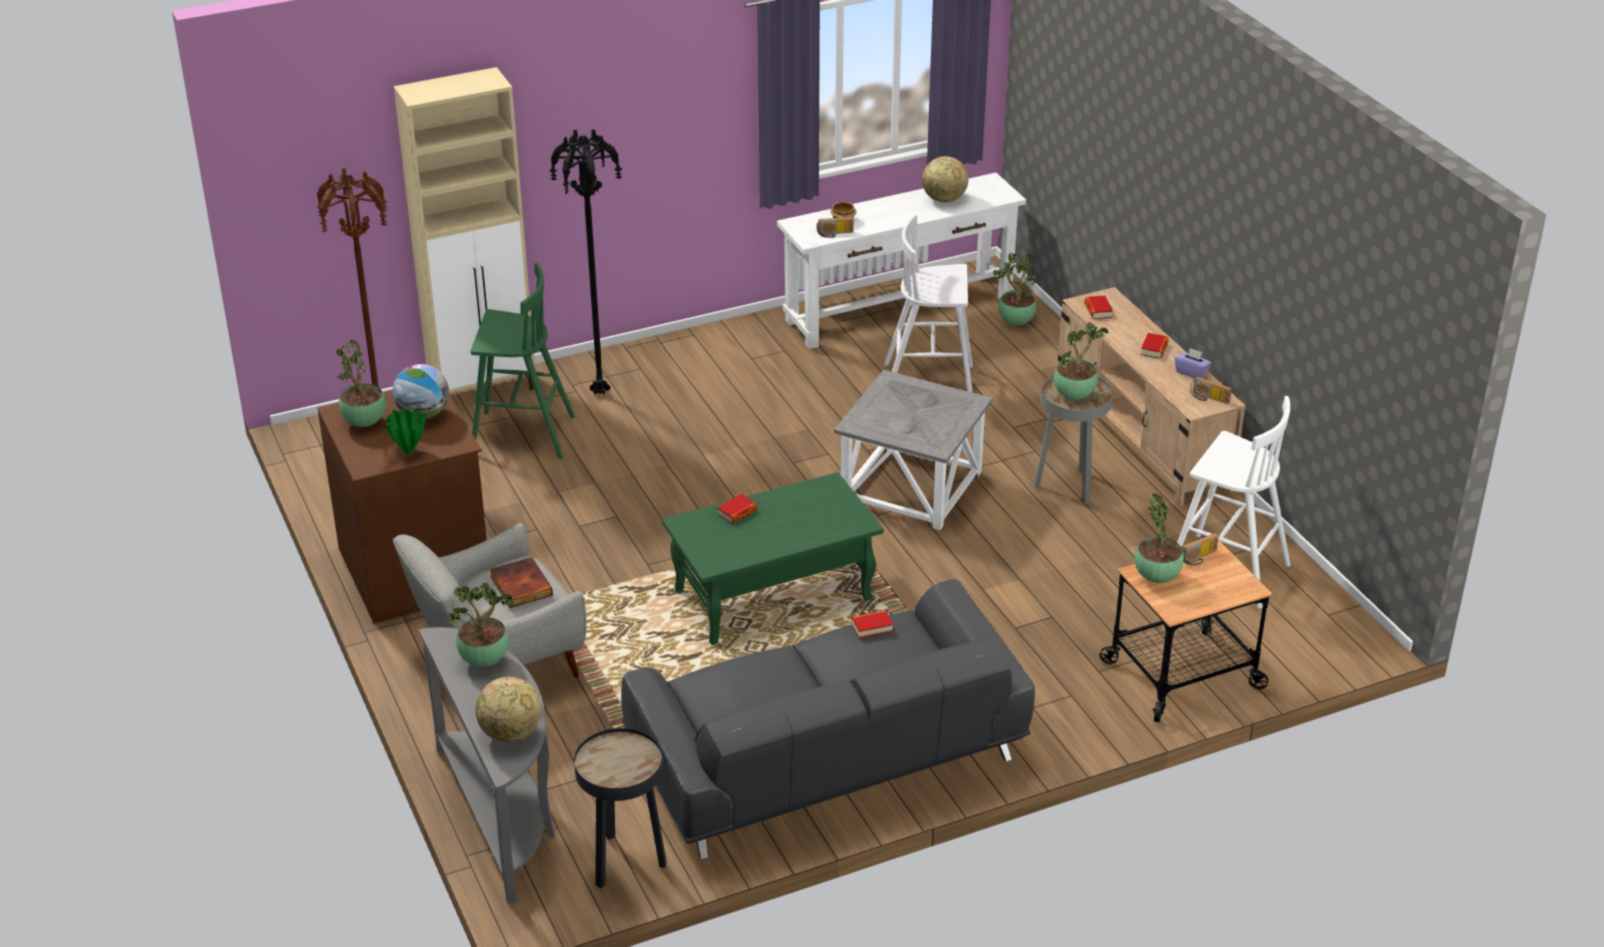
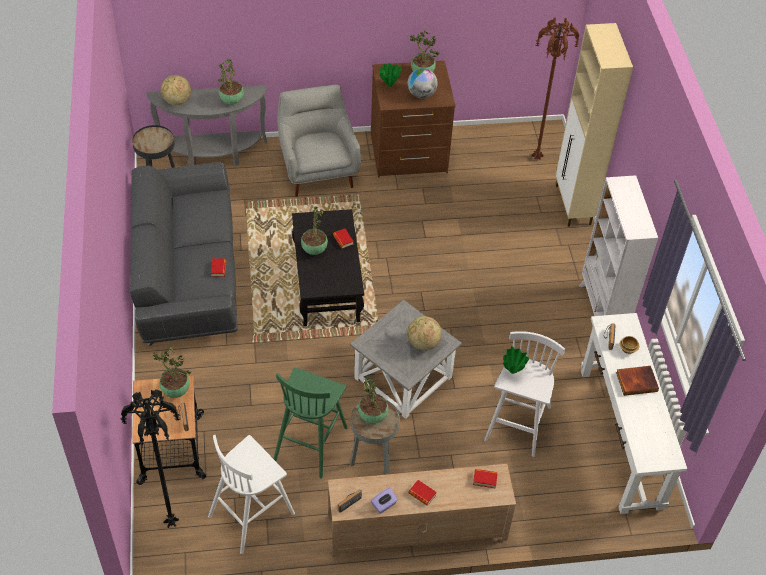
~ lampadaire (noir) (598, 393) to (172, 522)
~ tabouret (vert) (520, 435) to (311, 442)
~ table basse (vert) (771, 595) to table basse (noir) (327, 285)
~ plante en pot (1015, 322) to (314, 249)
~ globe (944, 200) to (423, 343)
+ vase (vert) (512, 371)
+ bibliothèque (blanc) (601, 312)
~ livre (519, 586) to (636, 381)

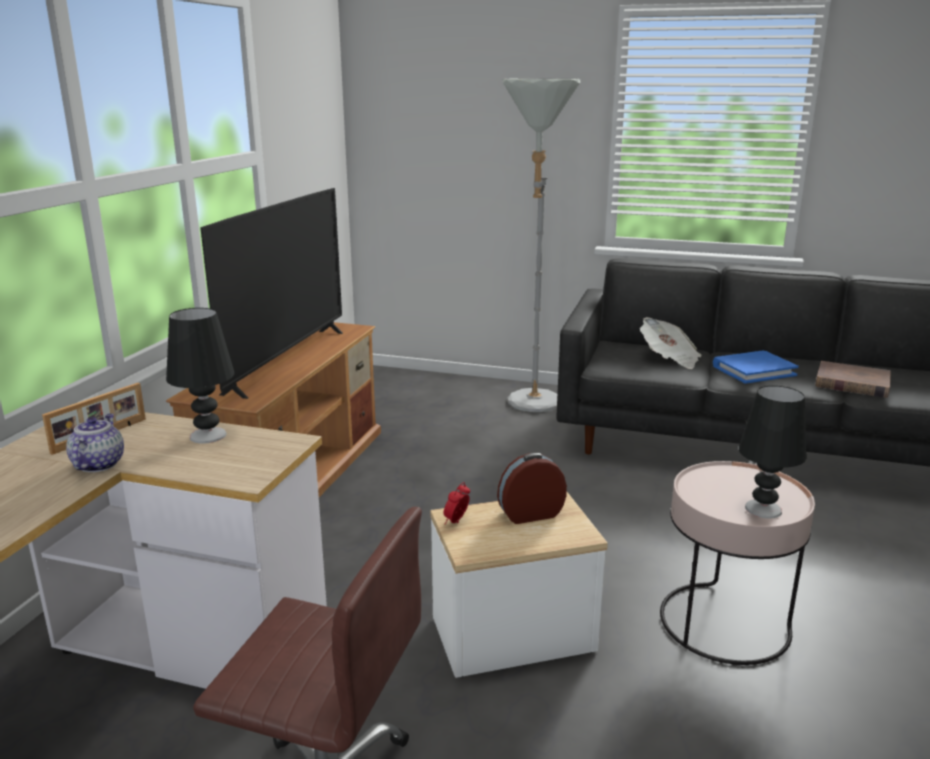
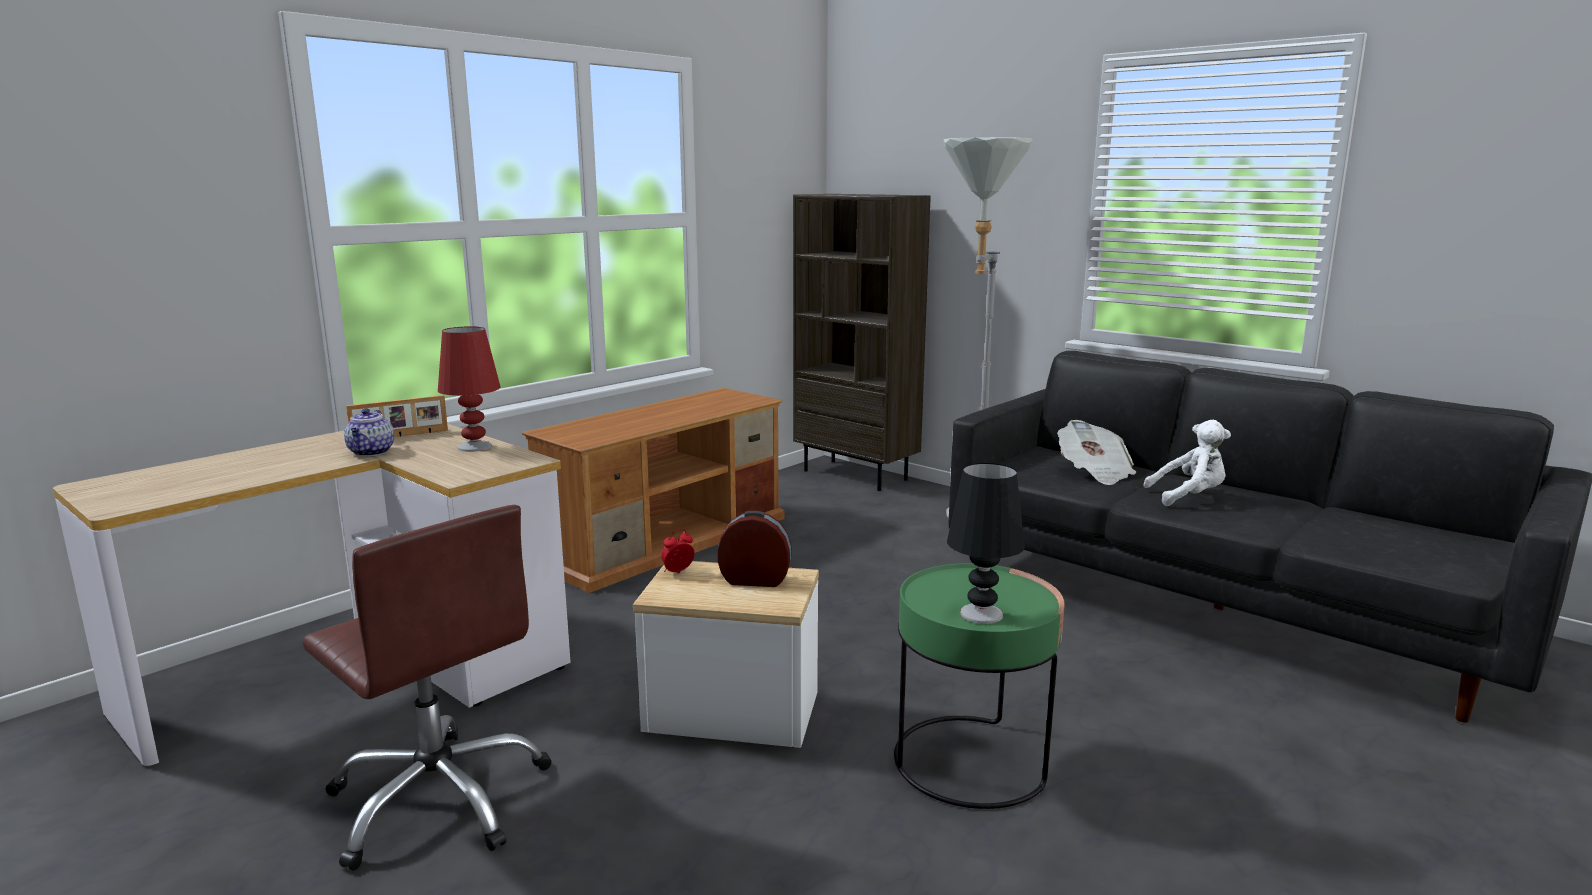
~ théière (98, 464) = (371, 452) 150 degrees clockwise
~ lampe de table (noir) (207, 435) to lampe de table (rouge) (474, 447)
+ bibliothèque (marron) (856, 475)
~ table d'appoint (rose) (723, 622) to table d'appoint (vert) (970, 760)
~ livre (bleu) (753, 370) to peluche (blanc) (1189, 497)
- téléviseur (287, 361)
- livre (marron) (852, 383)

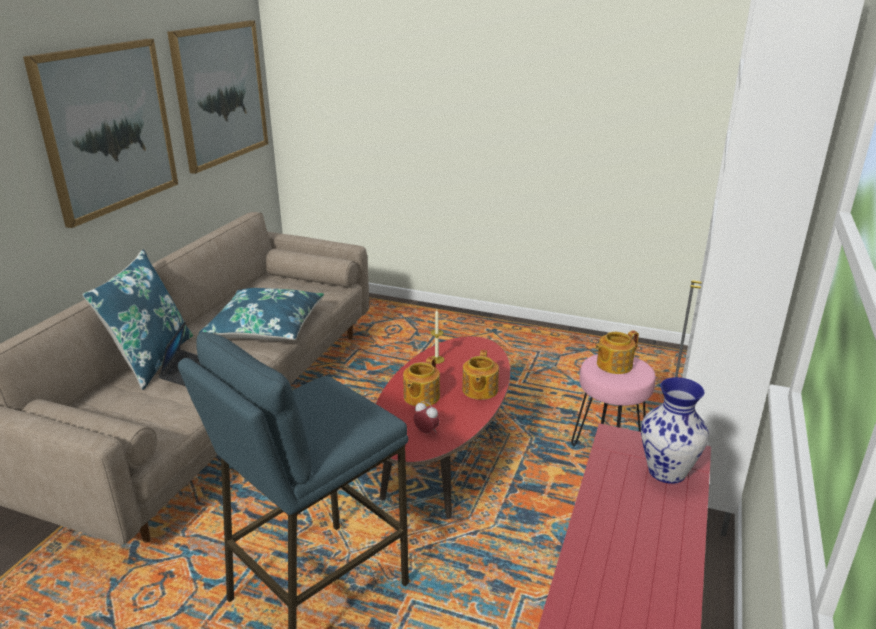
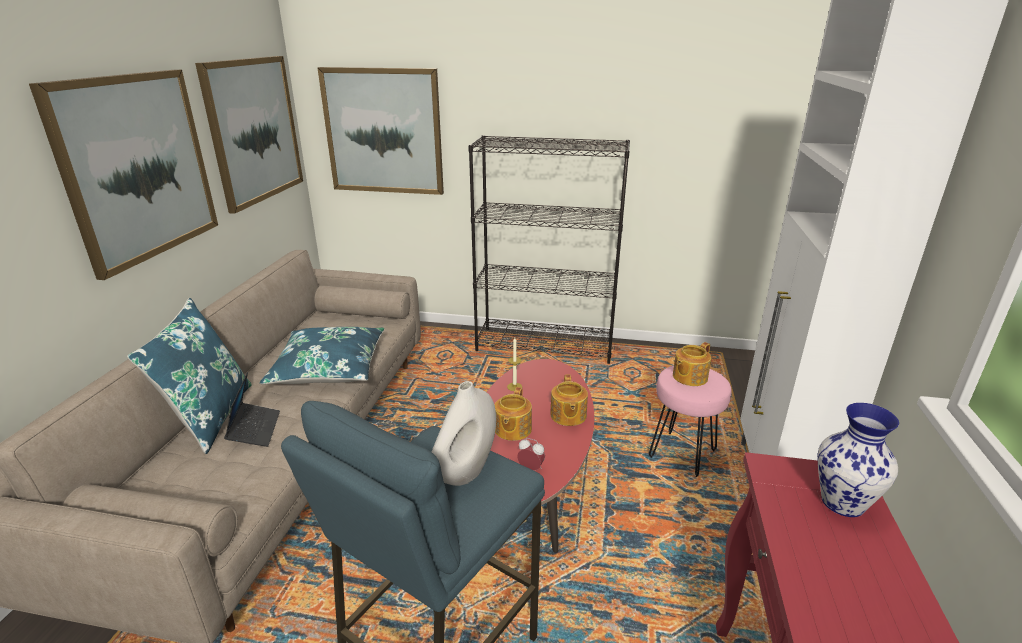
+ tableau (383, 132)
+ vase (blanc) (465, 472)
+ bibliothèque (noir) (545, 345)

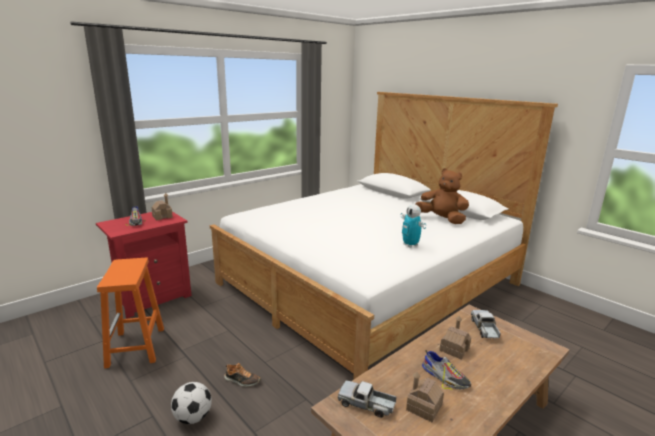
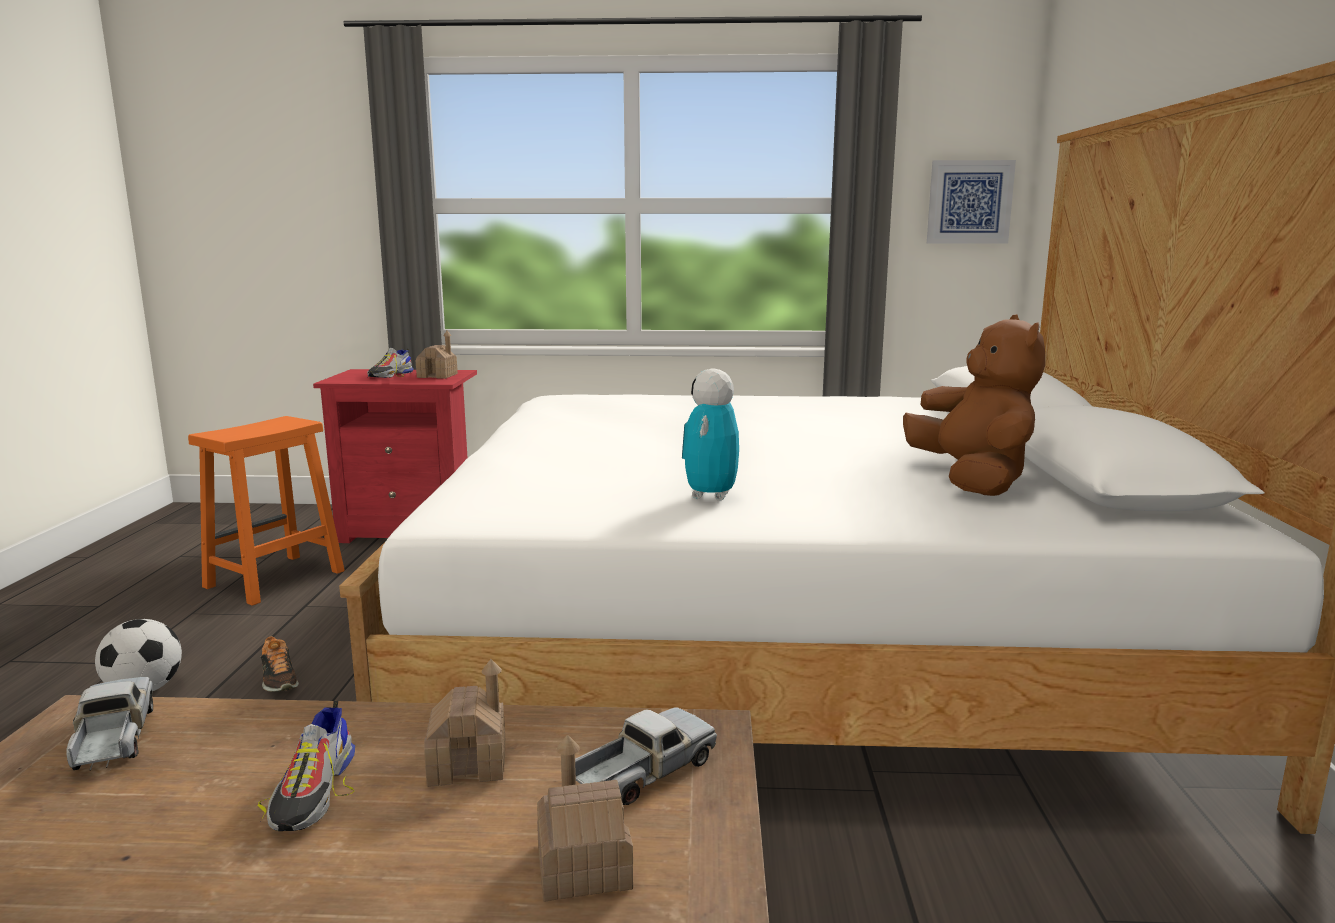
~ maison miniature (424, 407) to (583, 865)
+ tableau (969, 202)

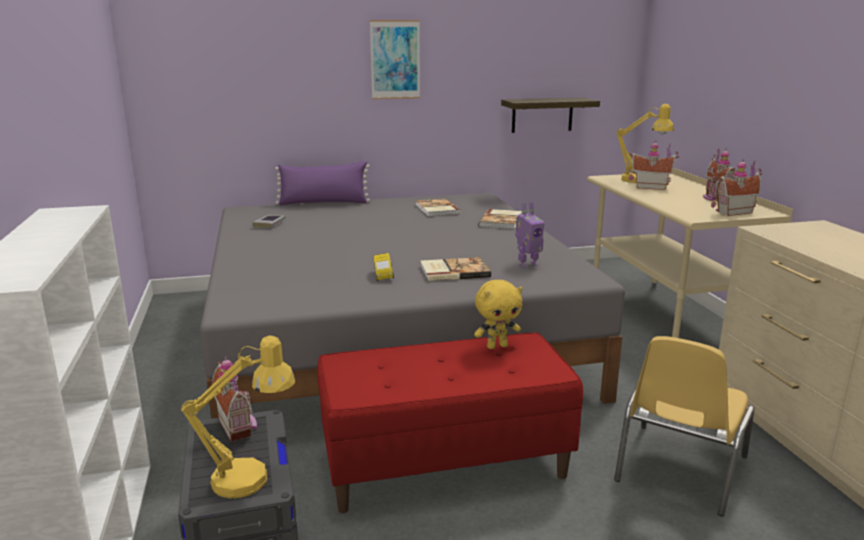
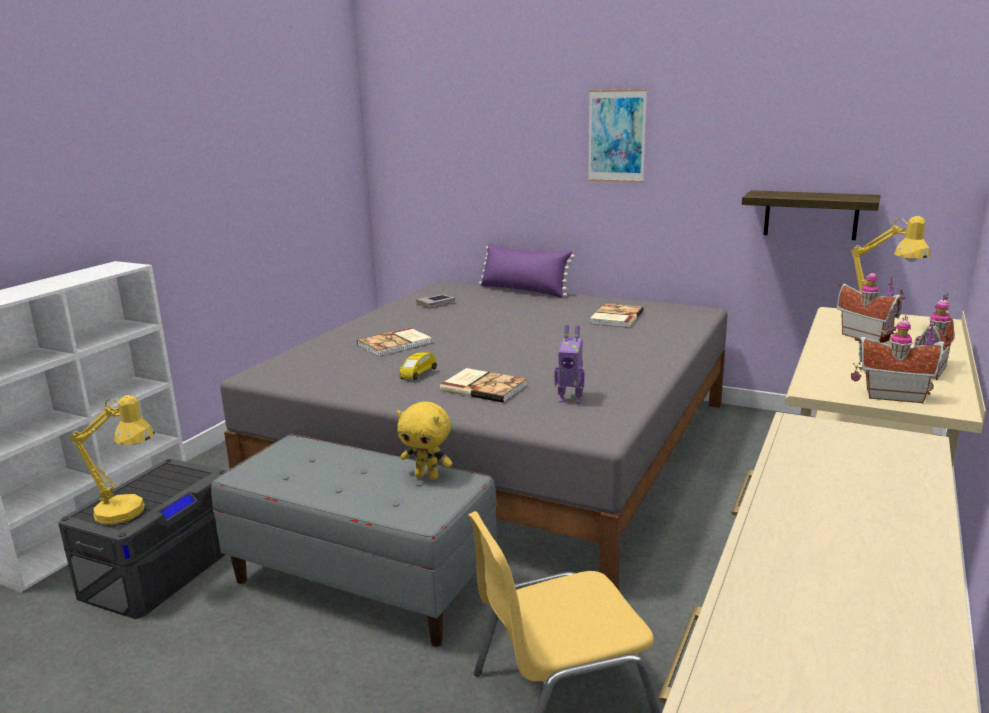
~ banc (rouge) (445, 464) to banc (gris) (362, 582)
~ livre (502, 221) to (396, 344)
- maison miniature (239, 426)

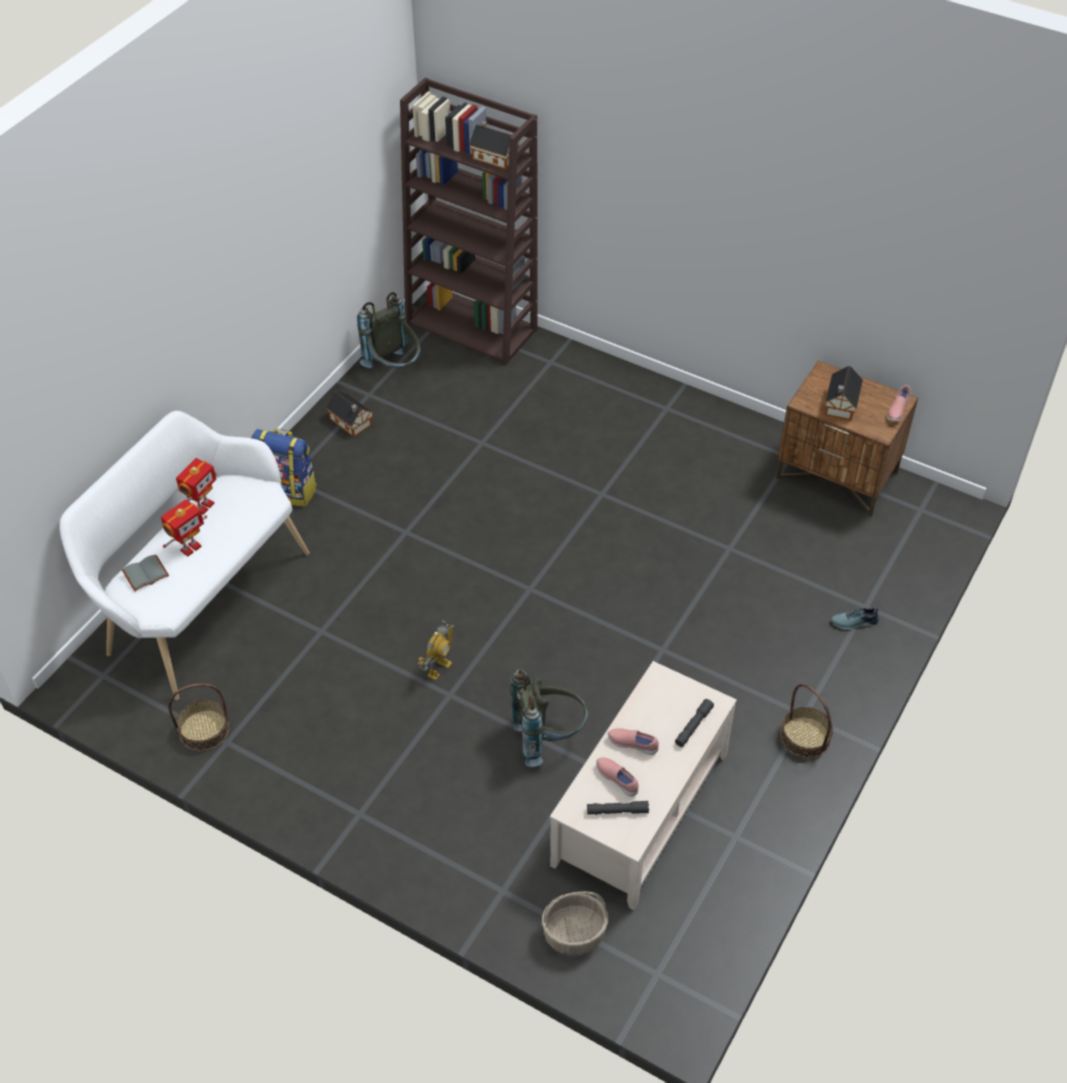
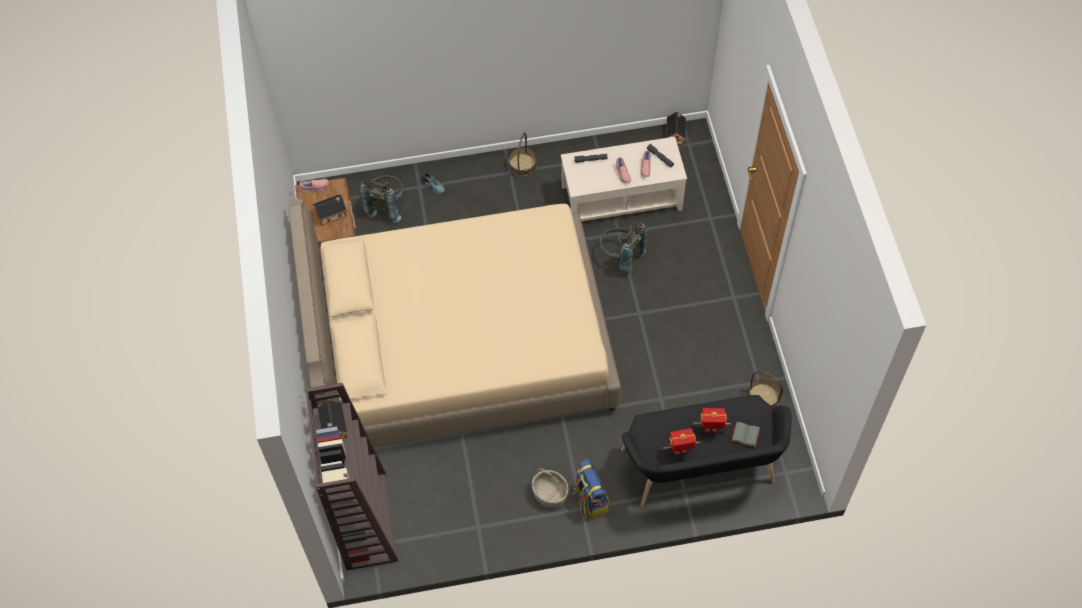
+ lit (beige) (461, 347)
~ sac à dos (gris) (394, 368) to (386, 206)
~ panier (573, 934) to (550, 494)
~ banc (blanc) (200, 601) to banc (noir) (701, 471)
~ maison miniature (351, 422) to (675, 134)
- robot jouet (439, 669)

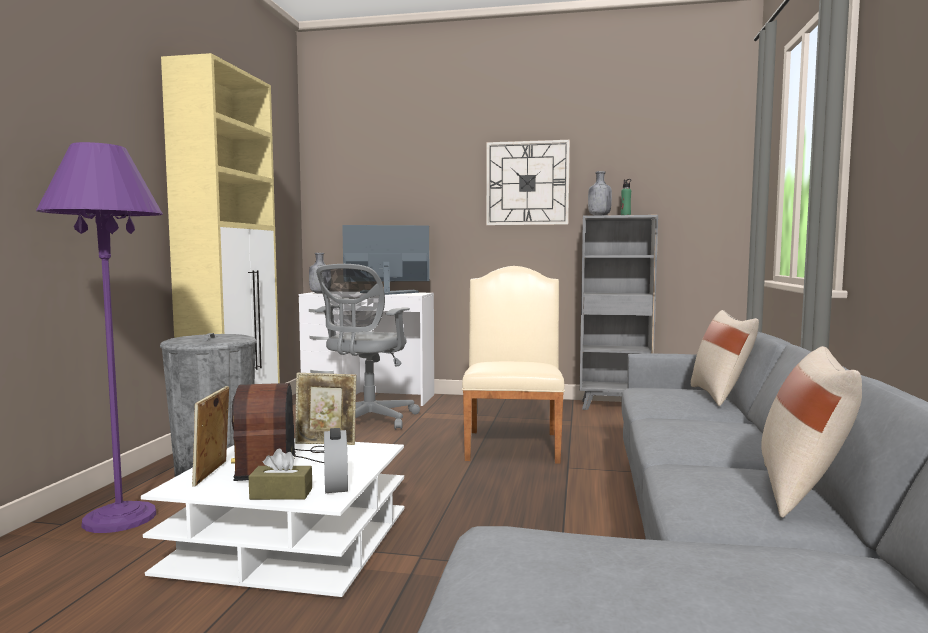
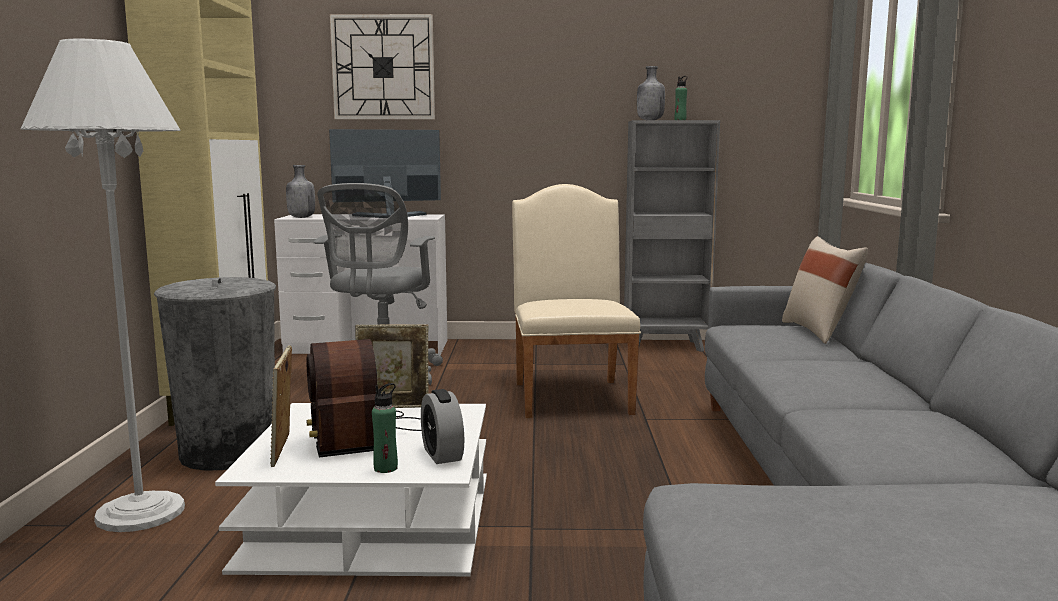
~ lampadaire (violet) (119, 518) to lampadaire (blanc) (140, 512)
~ horloge murale (527, 183) to (383, 67)
~ boîte à mouchoirs (marron) (281, 494) to bouteille (vert) (386, 468)
- coussin (beige) (803, 493)

